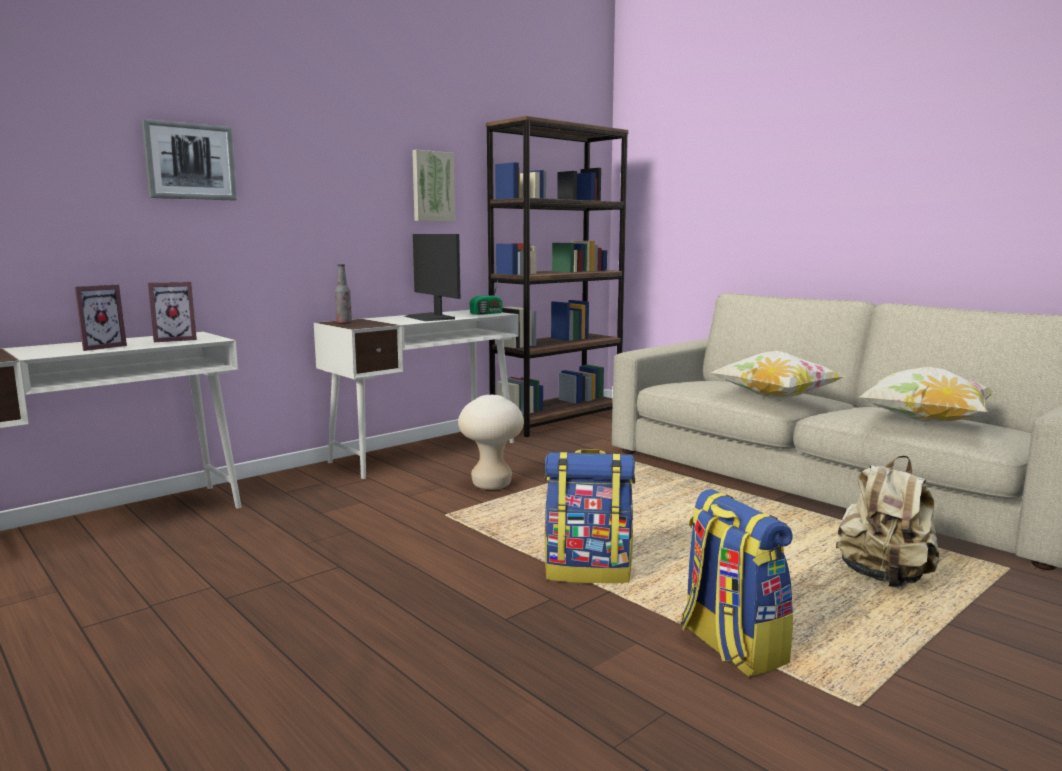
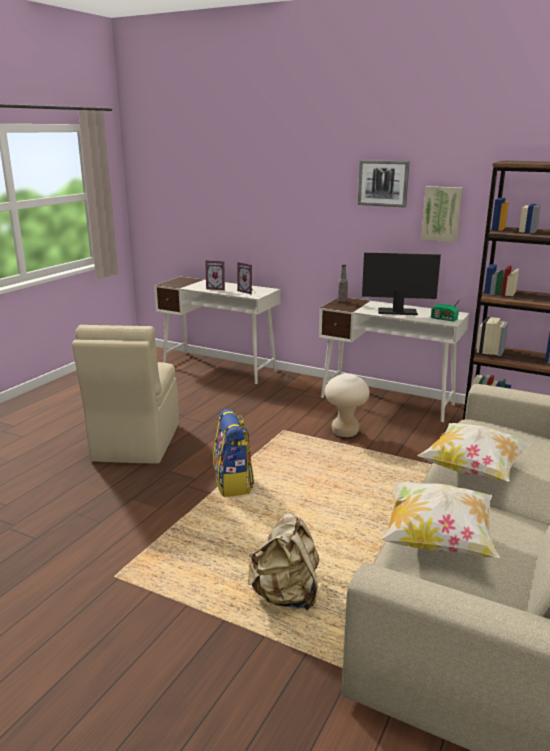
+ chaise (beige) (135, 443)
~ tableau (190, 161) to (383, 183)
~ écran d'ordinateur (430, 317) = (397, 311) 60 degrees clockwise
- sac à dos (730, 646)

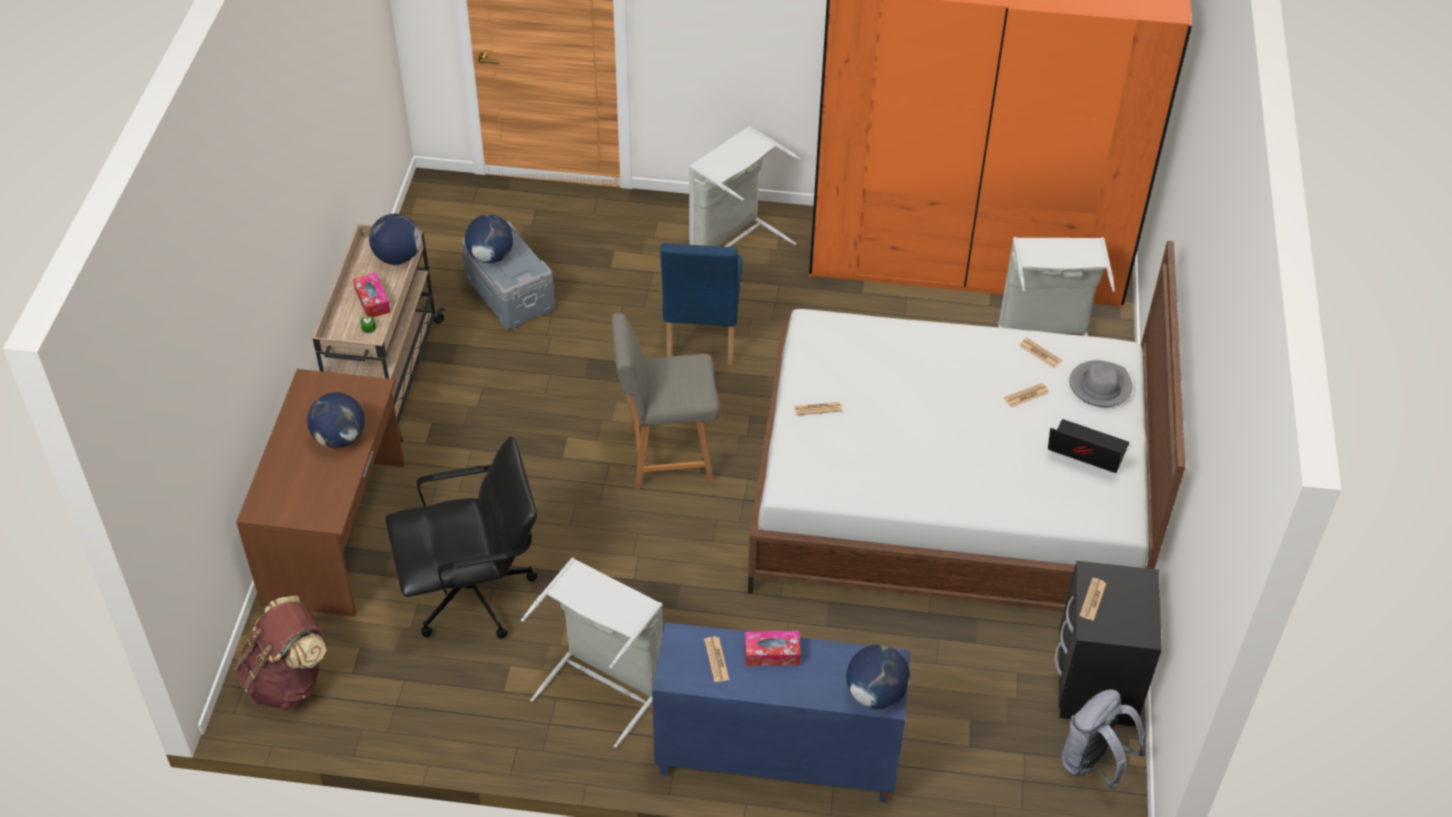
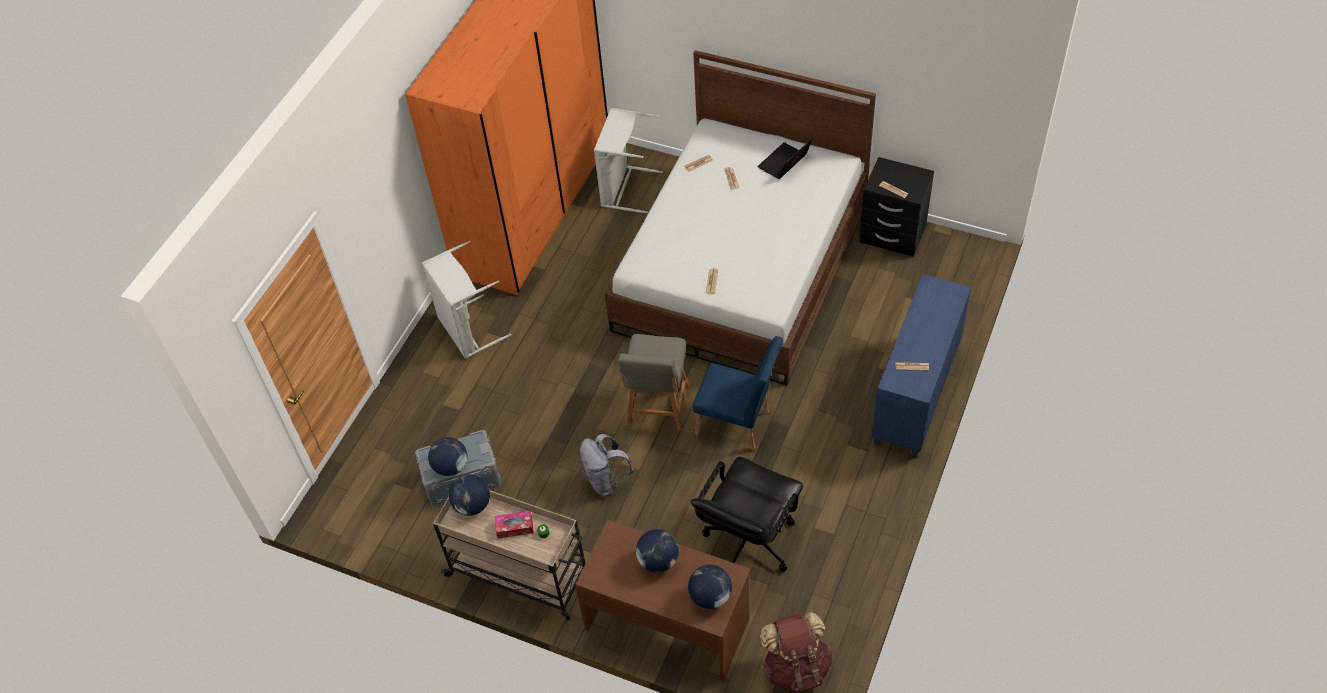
~ sac à dos (gris) (1093, 764) to (606, 480)
~ globe (875, 694) to (710, 596)
~ chaise de bureau (noir) (473, 594) = (748, 541) 150 degrees counterclockwise
~ chaise (bleu) (701, 340) to (738, 425)
- panier à linge (gris) (605, 684)
- boîte à mouchoirs (772, 653)
- chapeau (gris) (1100, 386)

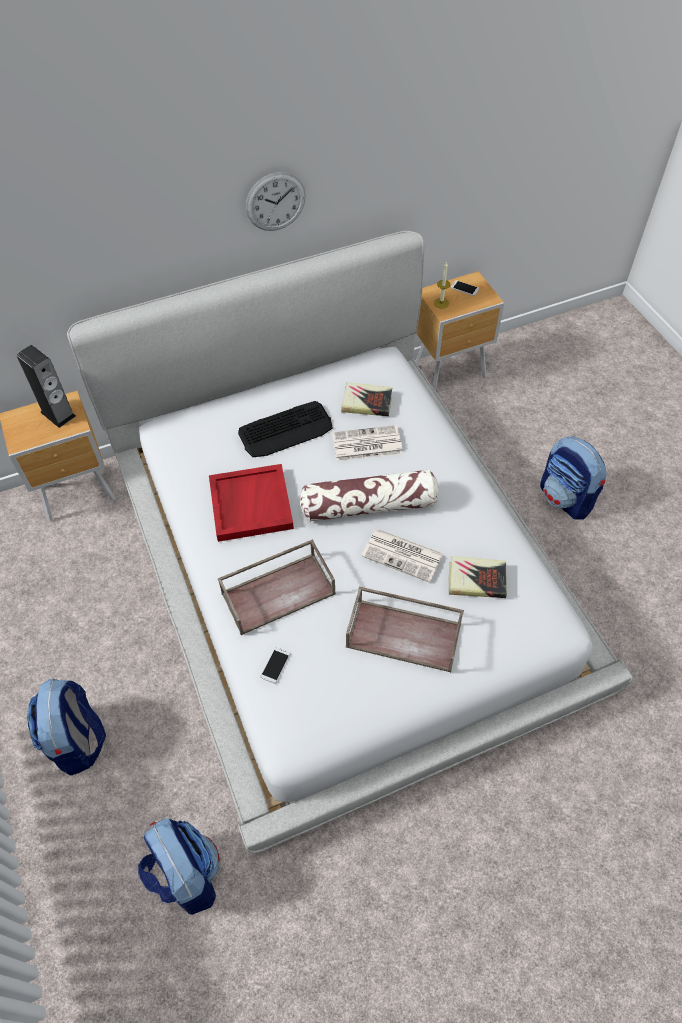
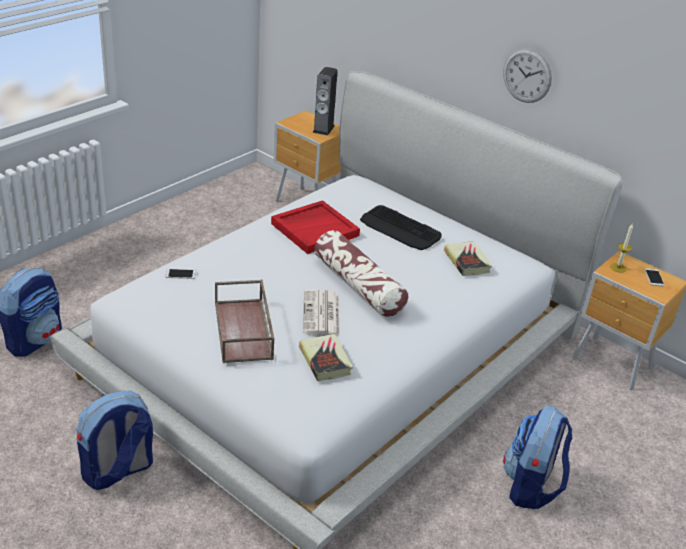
~ sac à dos (78, 741) to (118, 471)
- plateau (marron) (279, 592)
- journal (366, 444)

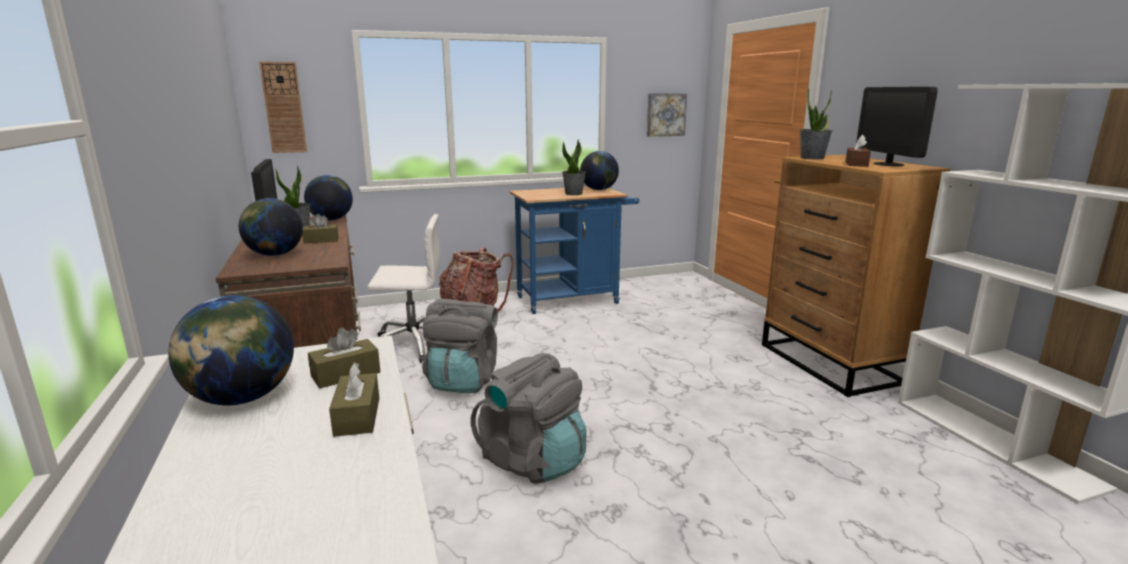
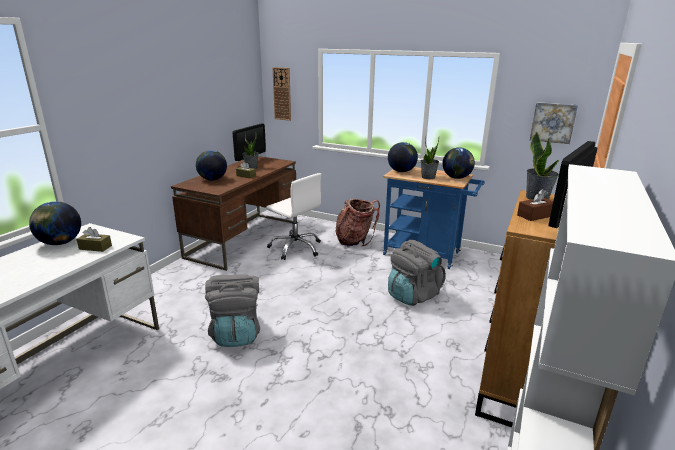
~ globe (331, 220) to (401, 171)
~ sac à dos (gris) (463, 381) to (413, 295)
- boîte à mouchoirs (marron) (357, 416)

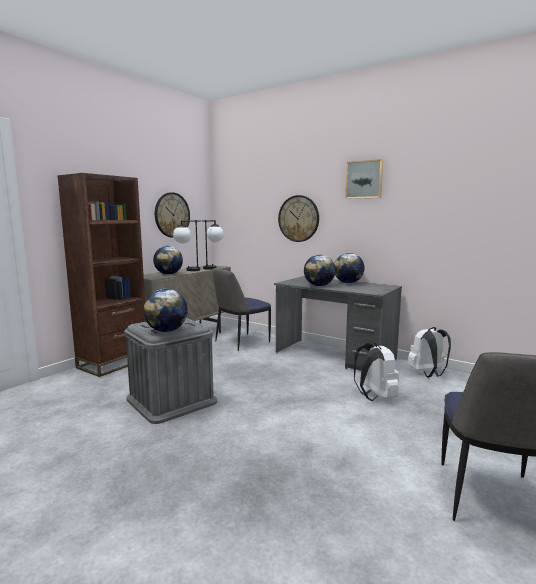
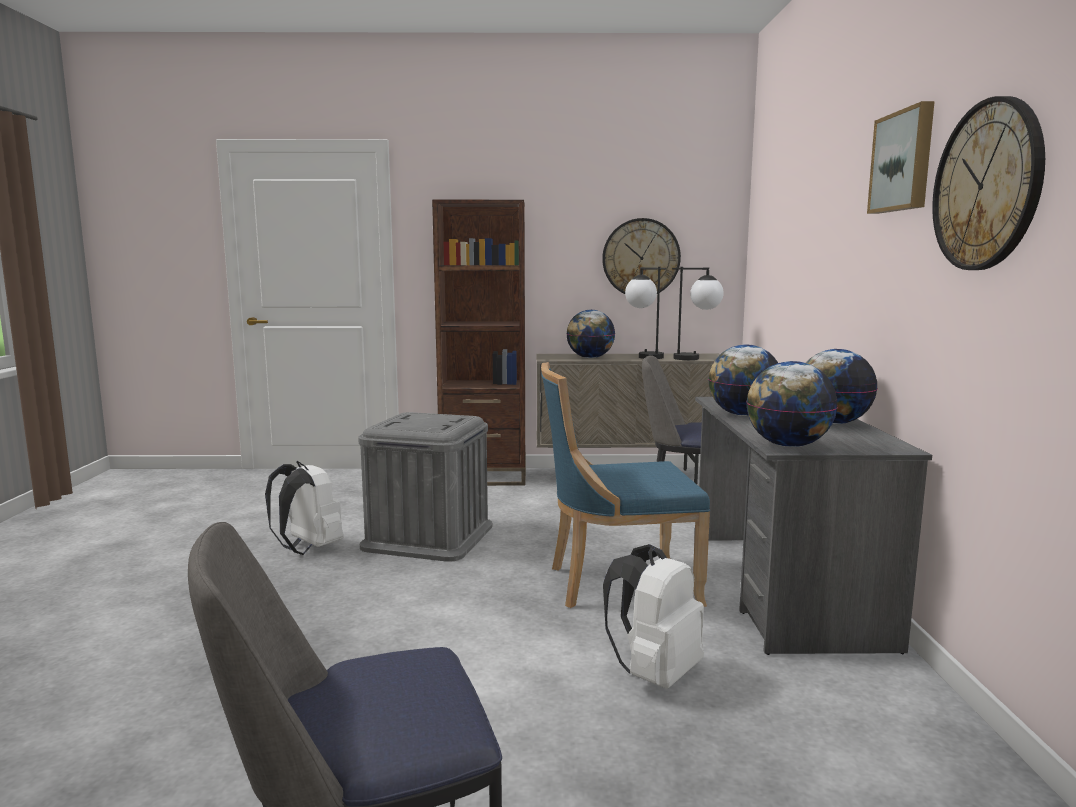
~ sac à dos (blanc) (427, 374) to (308, 548)
+ chaise (bleu) (616, 583)
~ globe (166, 331) to (787, 445)
~ horloge murale (298, 218) to (987, 186)

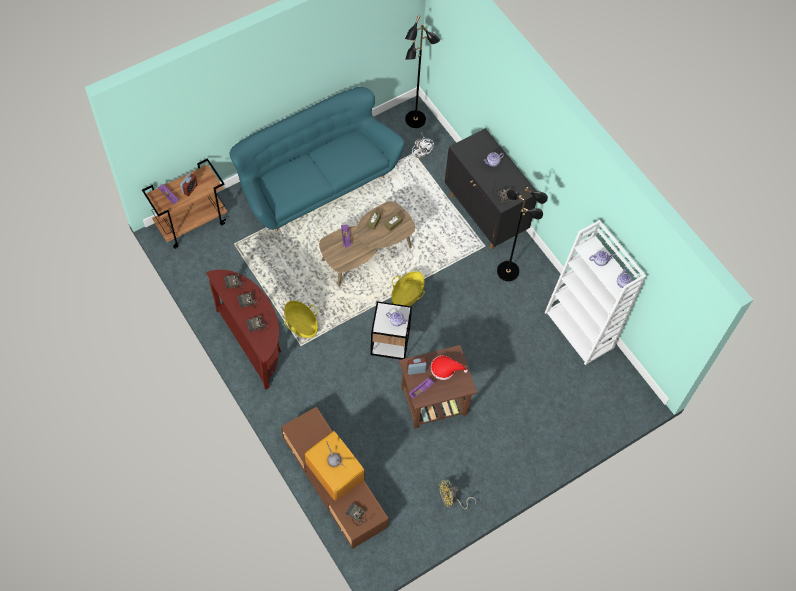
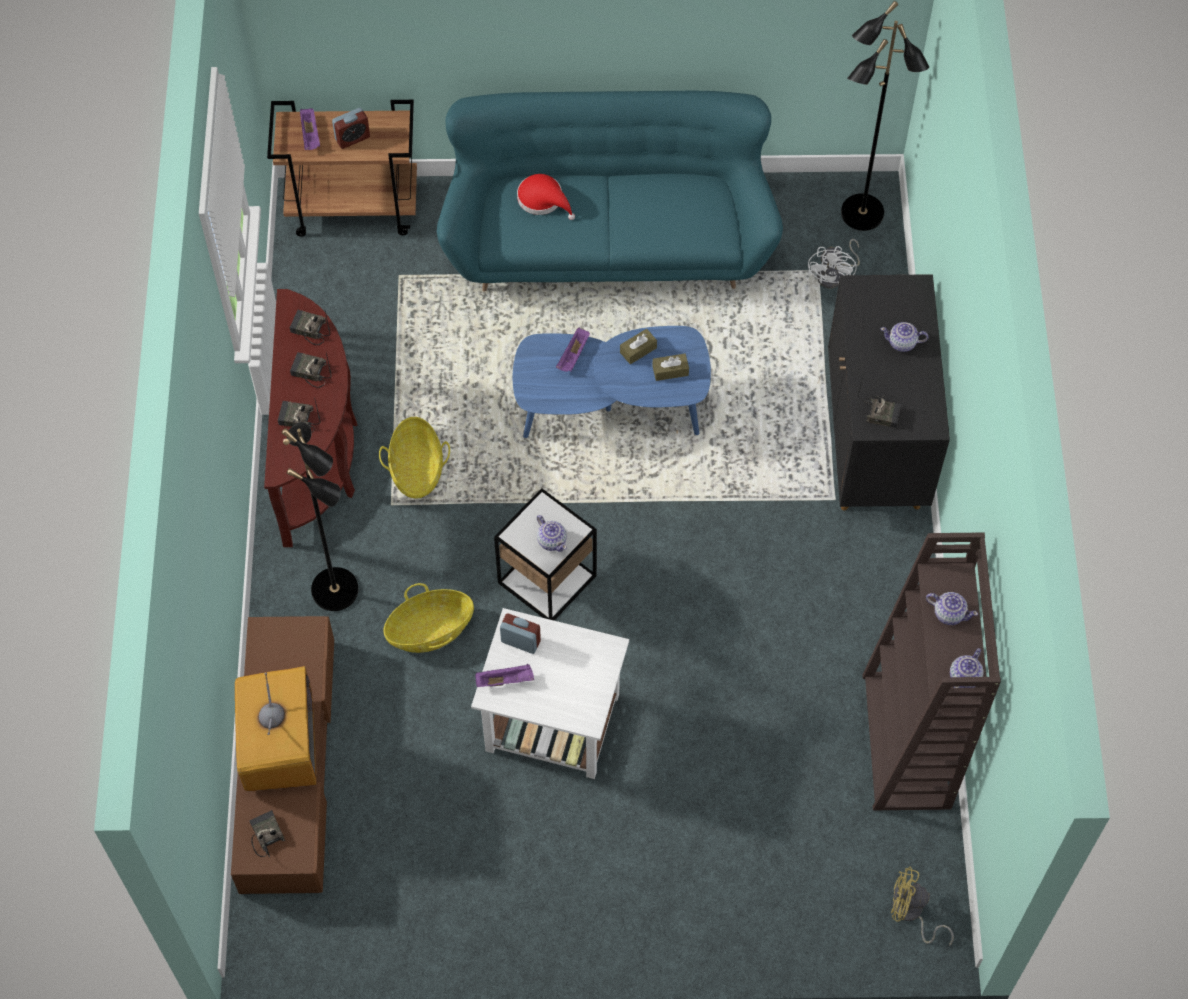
~ lampadaire (noir) (508, 271) to (336, 589)
~ panier (407, 295) to (430, 630)
~ table d'appoint (marron) (433, 401) to table d'appoint (blanc) (550, 722)
~ table basse (marron) (366, 254) to table basse (bleu) (611, 407)
~ chapeau (rouge) (445, 369) to (543, 200)
~ bibliothèque (blanc) (580, 330) to bibliothèque (marron) (907, 742)
~ ventilateur (jaune) (452, 500) to (911, 914)

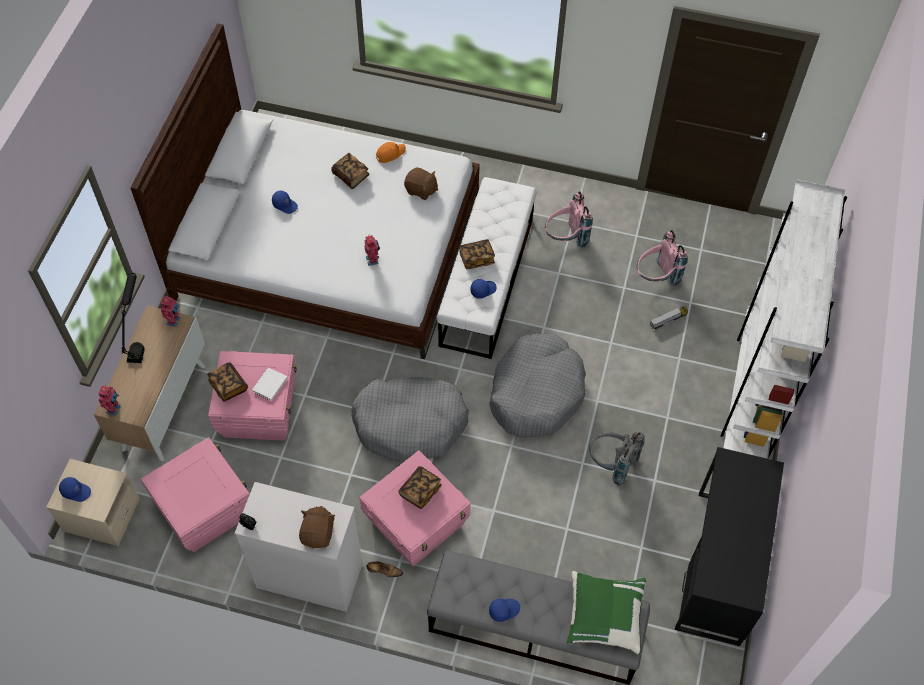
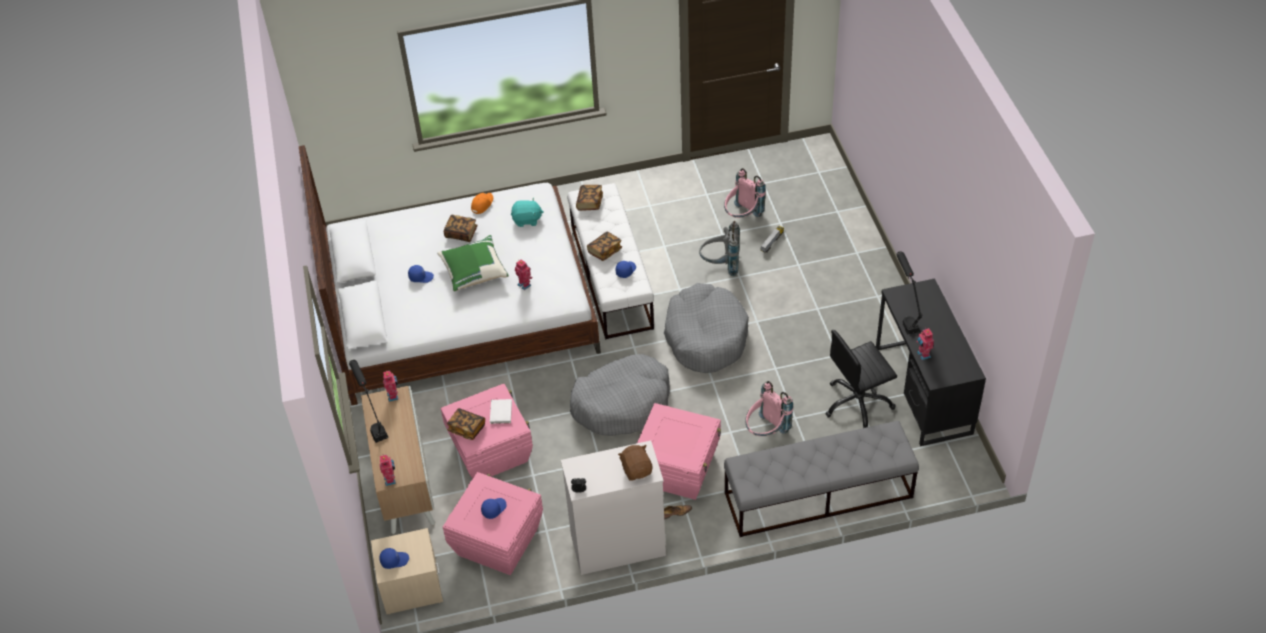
~ coussin (vert) (604, 616) to (473, 272)
~ casquette (bleu) (504, 609) to (493, 509)
~ peluche (marron) (421, 190) to peluche (turquoise) (527, 220)
~ livre (420, 491) to (589, 202)
~ sac à dos (gris) (611, 464) to (720, 265)
~ sac à dos (rose) (565, 239) to (766, 432)
+ chaise de bureau (noir) (858, 404)
+ lampe de table (noir) (905, 315)
+ robot jouet (923, 355)
- bibliothèque (blanc) (752, 392)

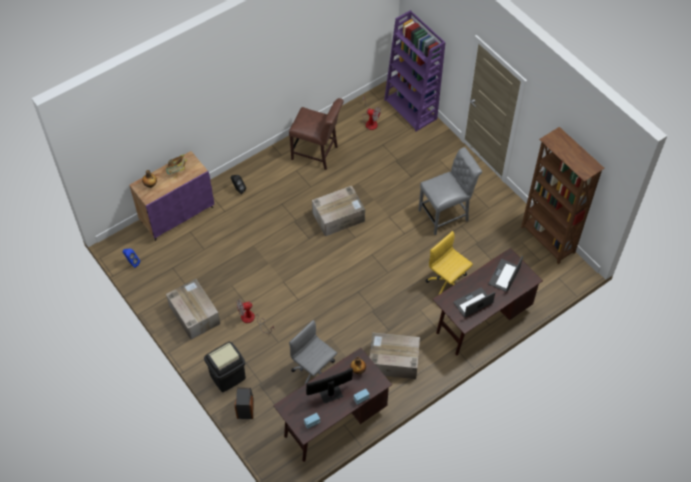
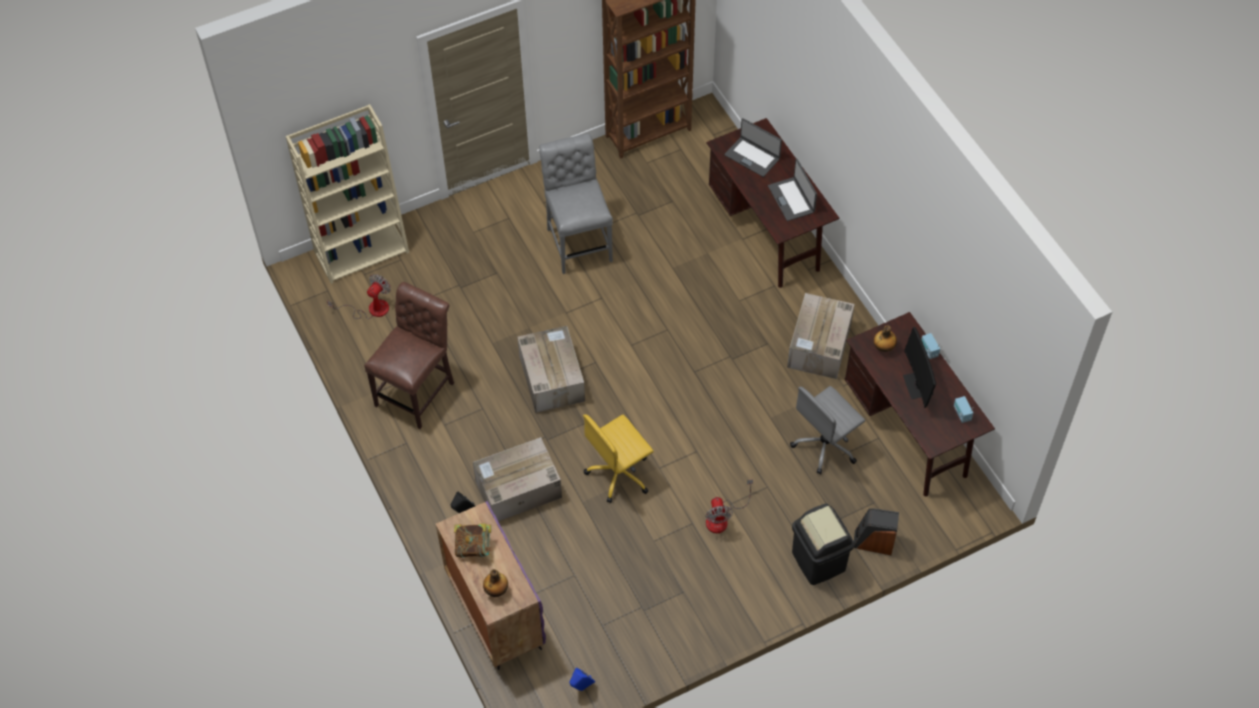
~ bibliothèque (violet) (411, 109) to bibliothèque (beige) (362, 251)
~ carton (194, 314) to (517, 489)
~ chaise de bureau (jaune) (447, 284) to (619, 474)

